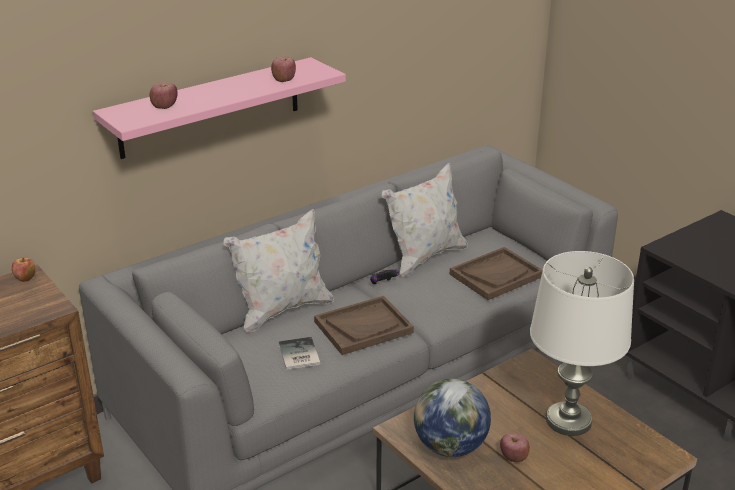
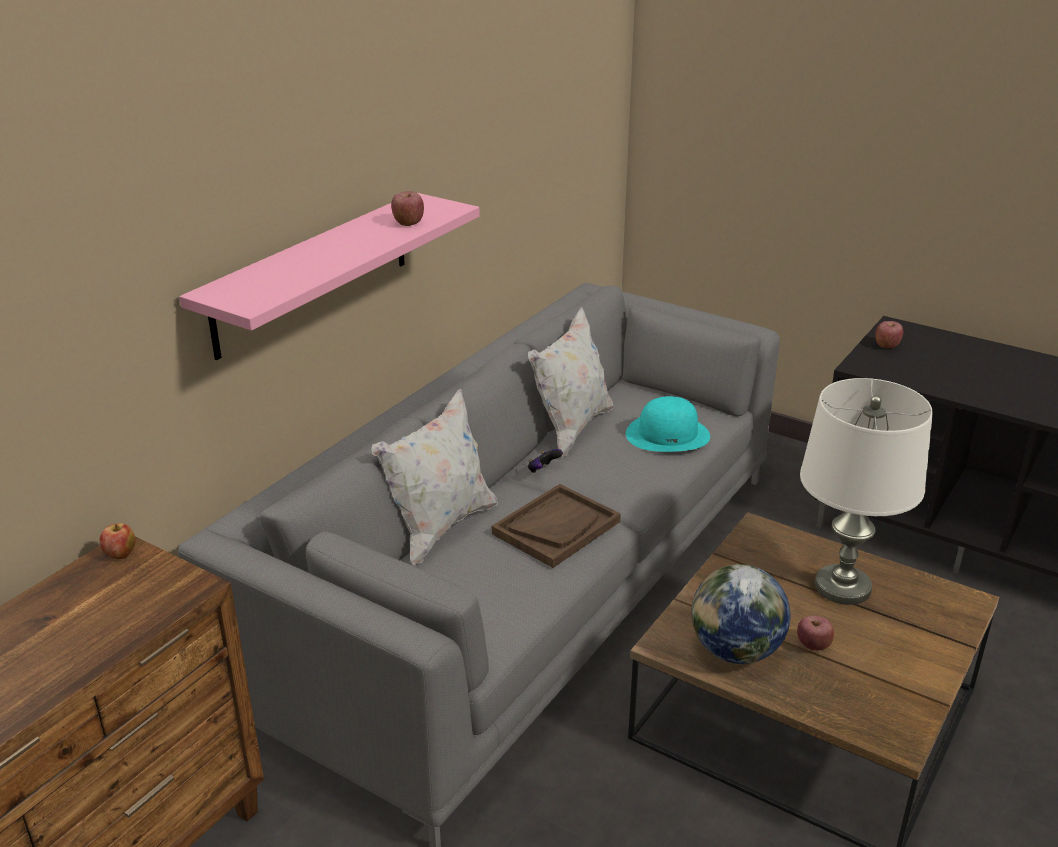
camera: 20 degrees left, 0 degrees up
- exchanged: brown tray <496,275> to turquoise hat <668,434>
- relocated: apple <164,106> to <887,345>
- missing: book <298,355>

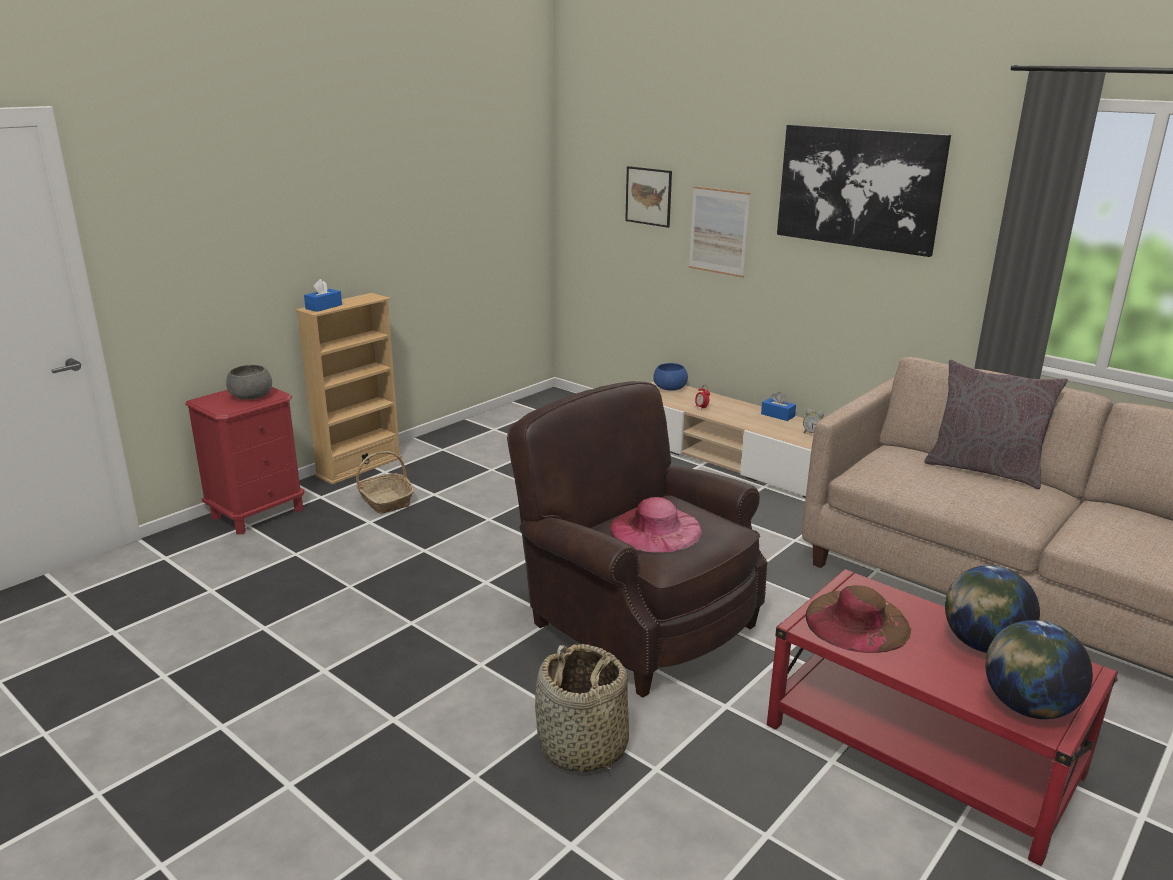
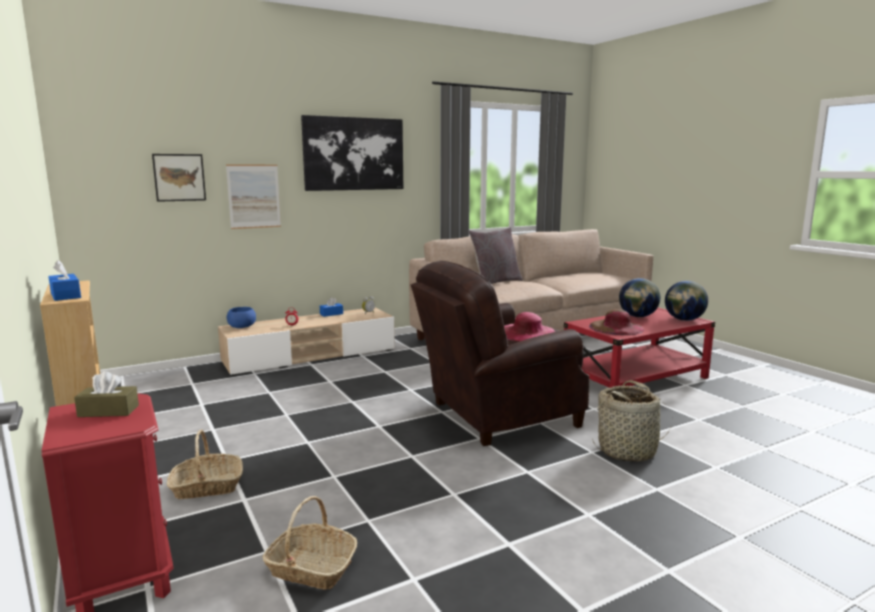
camera: 70 degrees left, 10 degrees down
- exchanged: grey bowl <250,396> to brown tissue box <108,411>
- appeared: basket <311,568>

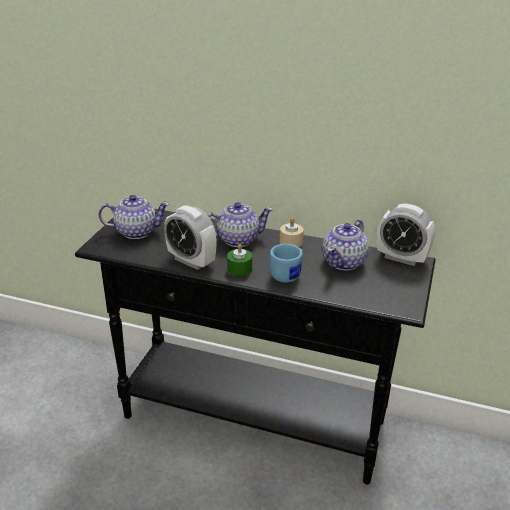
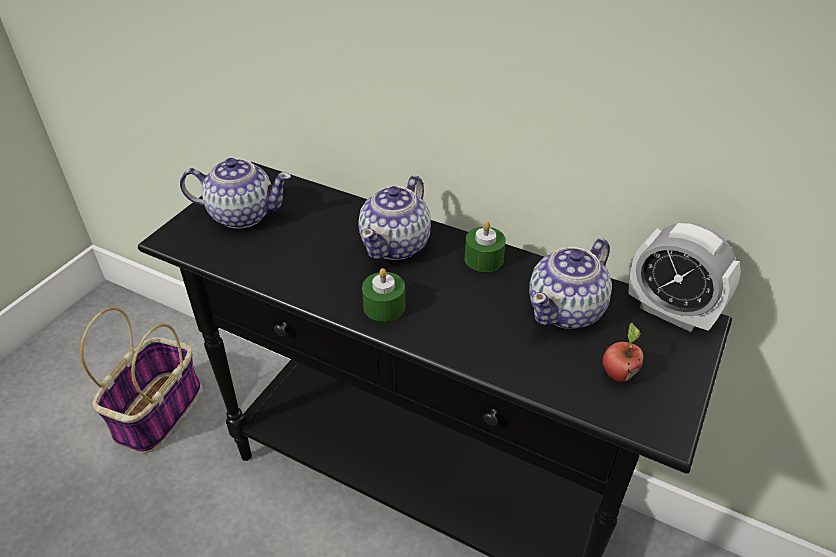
camera: 10 degrees right, 10 degrees up
- appeared: basket <158,411>
- spun: teapot <237,239> = <396,245> 120 degrees clockwise
- colour: beige candle <291,242> to green candle <484,259>
- appeared: apple <617,374>
- missing: alarm clock <191,261>
- missing: blue mug <288,274>

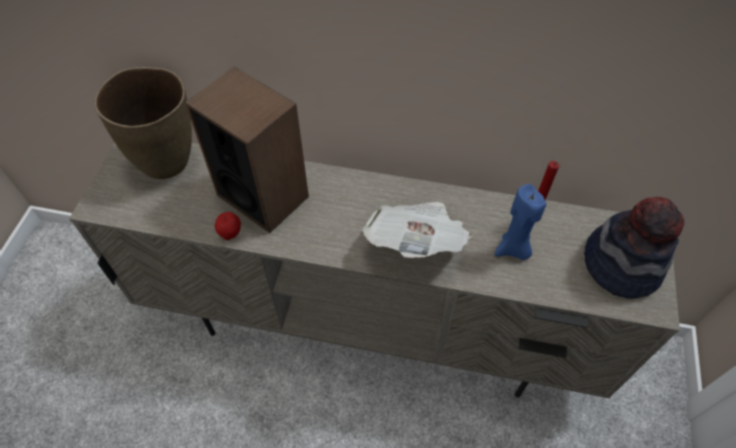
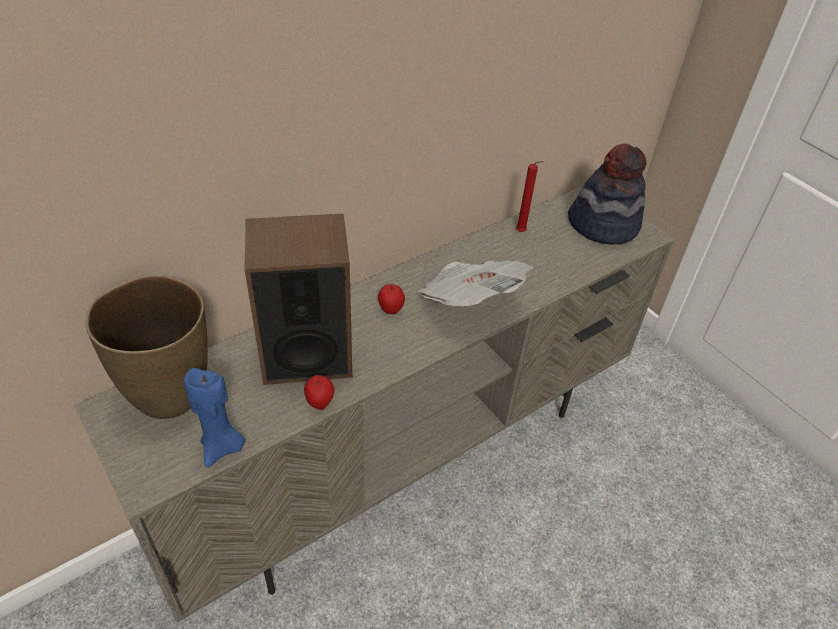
camera: 50 degrees left, 10 degrees down
- relocated: blue candle <513,249> to <222,447>
- appeared: apple <390,310>

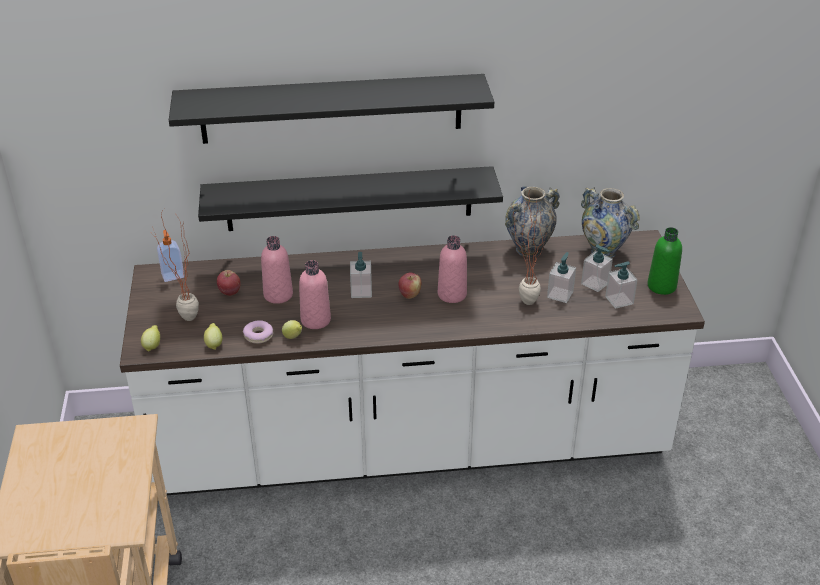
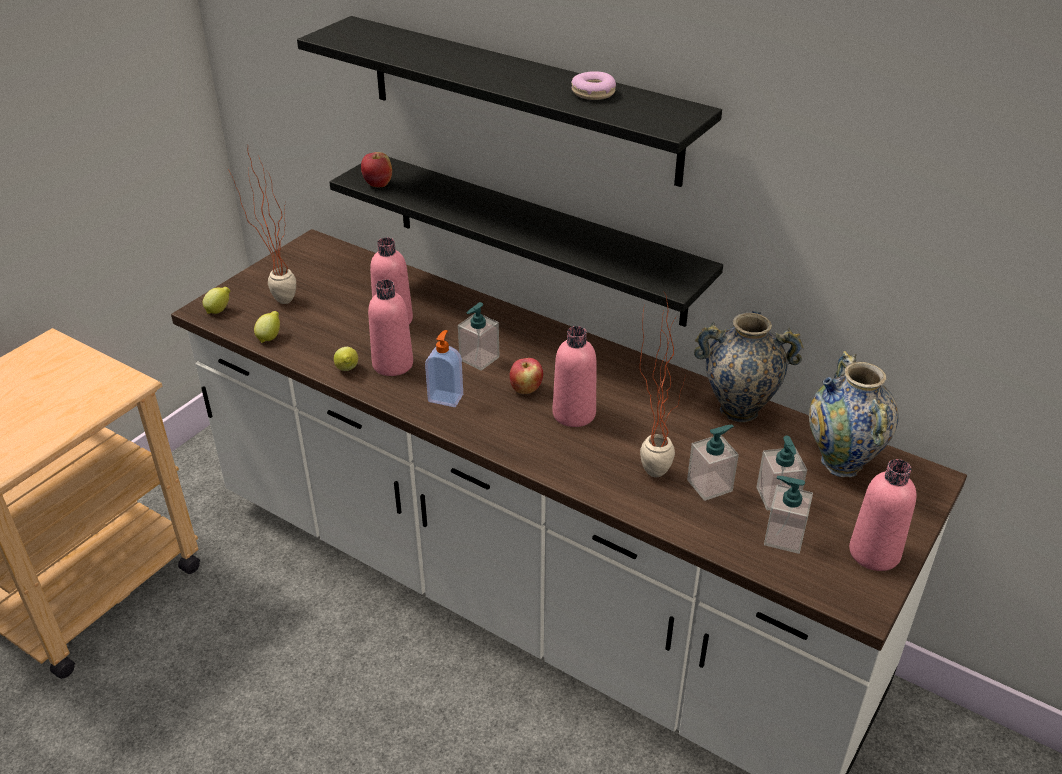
camera: 40 degrees right, 0 degrees up
- relocated: apple <229,292> to <378,184>
- relocated: soap dispenser <172,275> to <446,398>
- relocated: donut <258,336> to <593,93>
- colour: green bottle <661,286> to pink bottle <874,553>

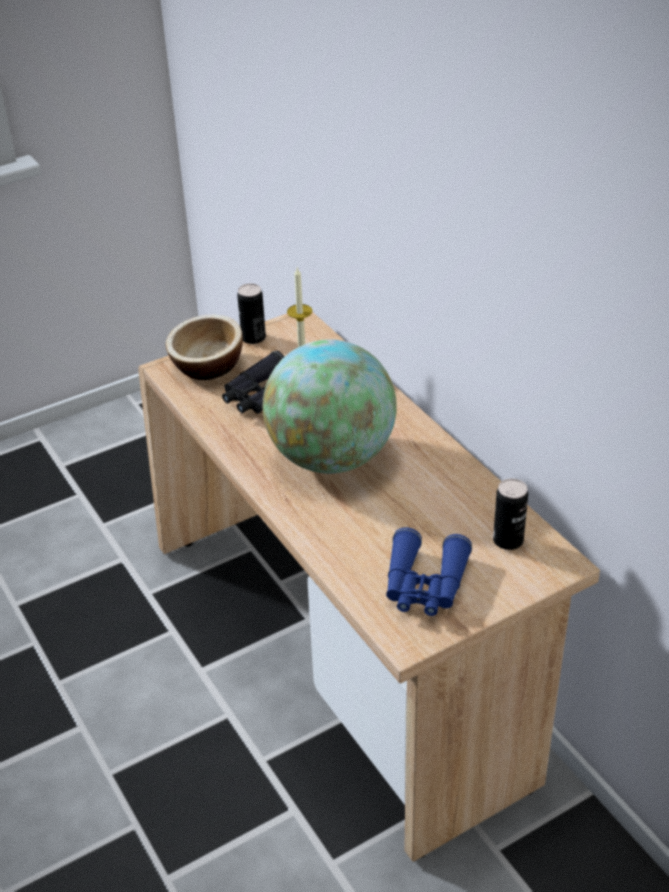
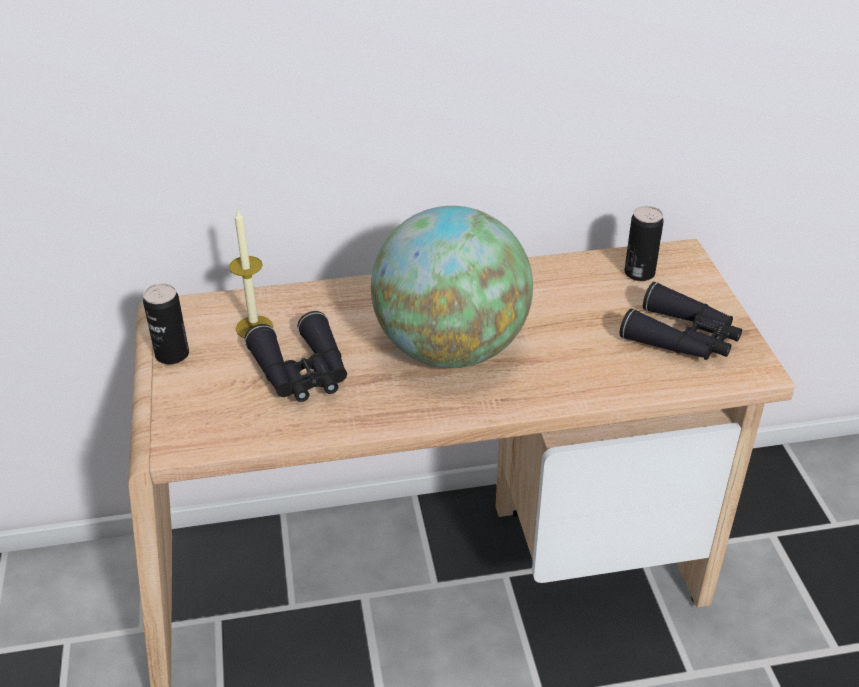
camera: 70 degrees left, 0 degrees up
- colour: blue binoculars <424,585> to black binoculars <682,338>
- missing: bowl <207,366>

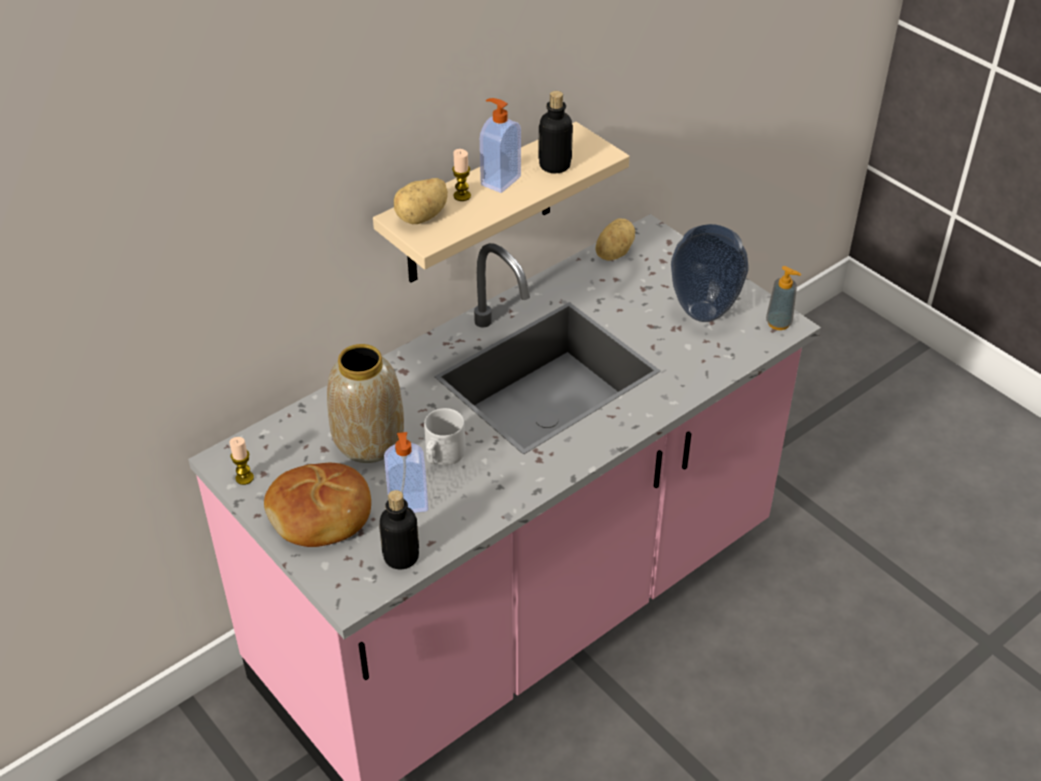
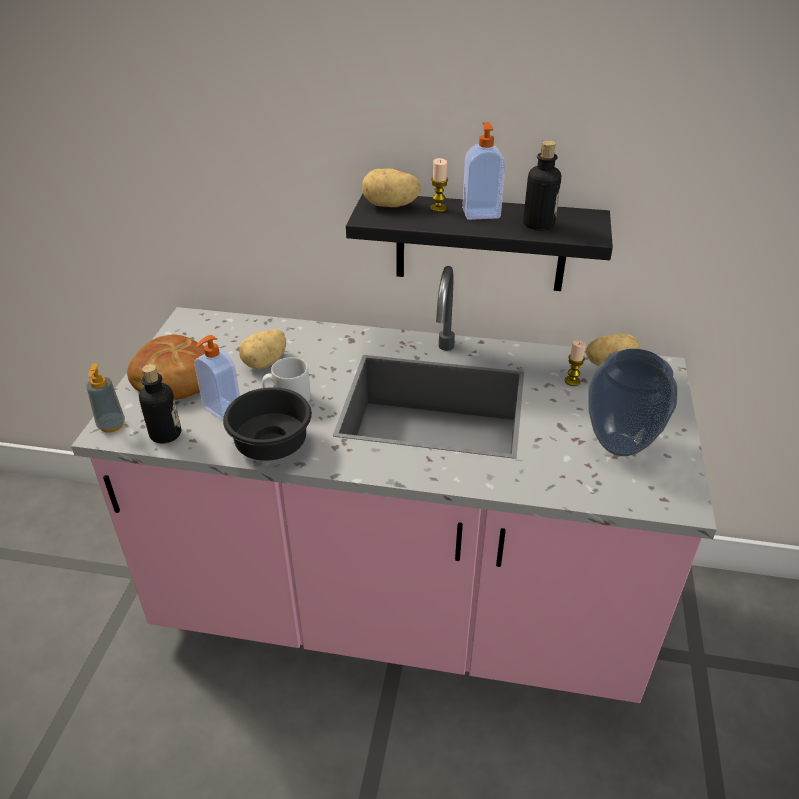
camera: 50 degrees right, 5 degrees down
- relocated: soap dispenser <778,323> to <111,425>
- appeared: black bowl <268,445>
- exchanged: vase <370,442> to potato <265,362>
- colour: beige shelf <479,206> to black shelf <480,242>
- relocated: candle <244,478> to <572,381>

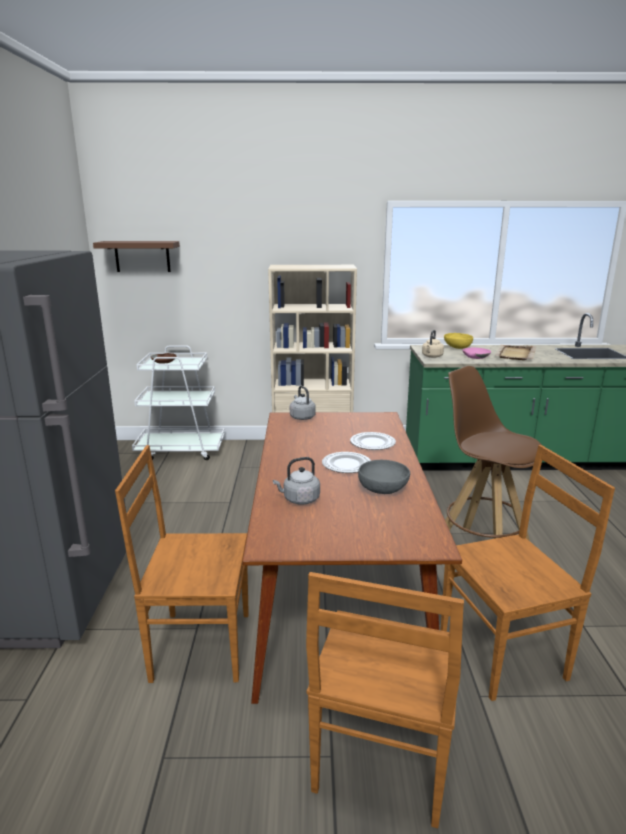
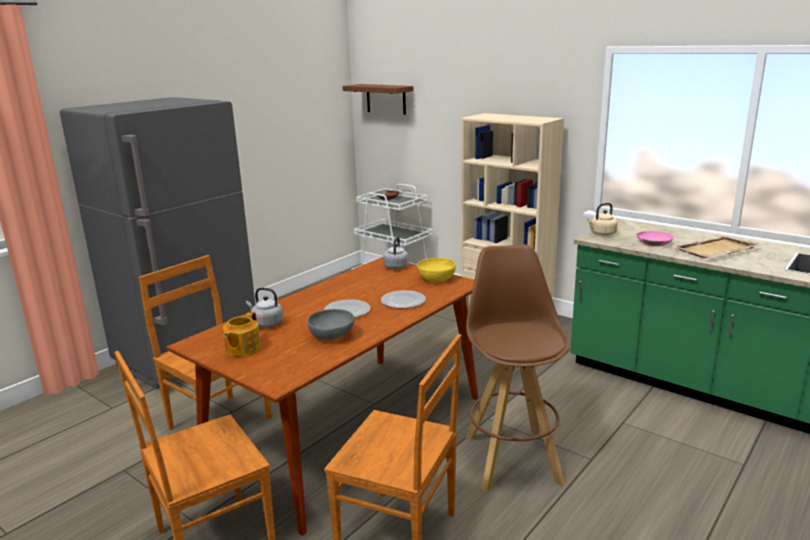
camera: 40 degrees right, 0 degrees up
- appeared: teapot <242,349>
- relocated: yellow bowl <457,347> to <436,279>

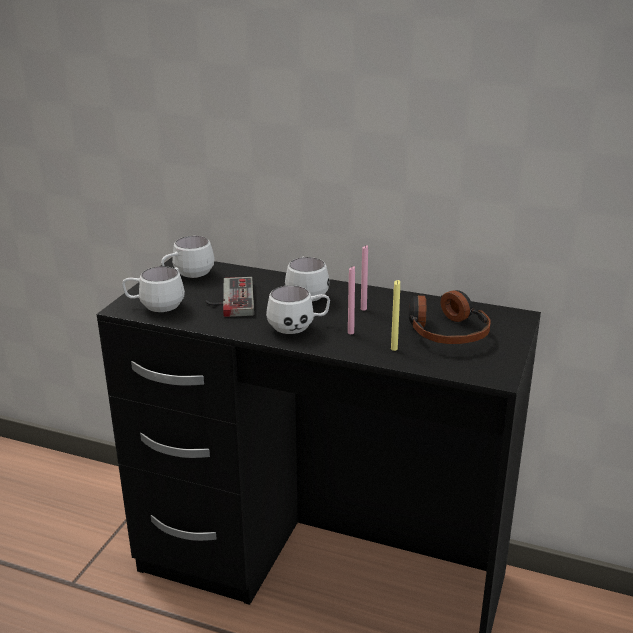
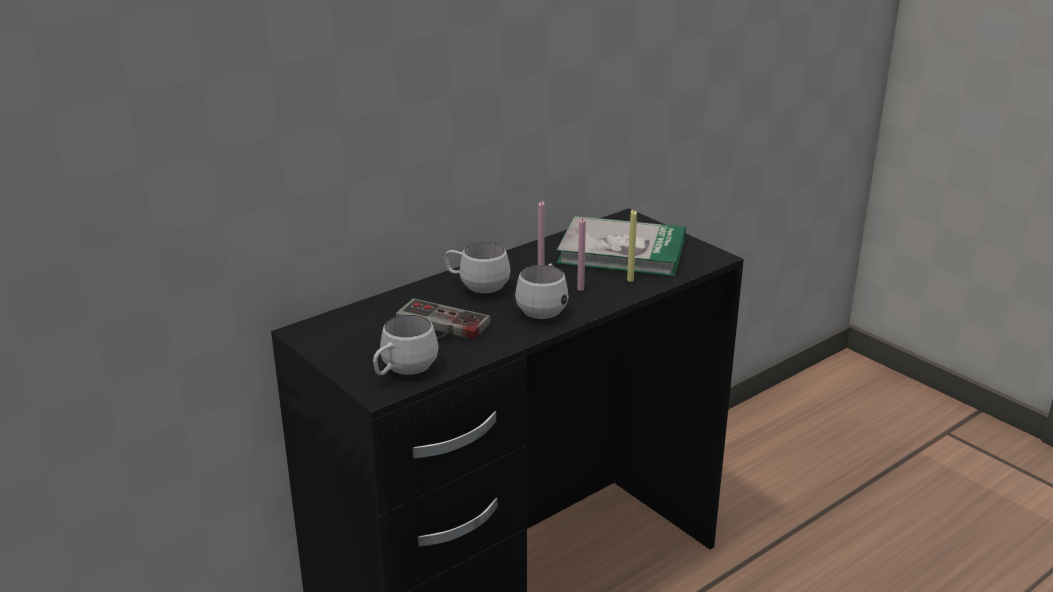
camera: 60 degrees left, 0 degrees up
- exchanged: headphones <445,331> to book <622,251>
- missing: white mug <188,276>

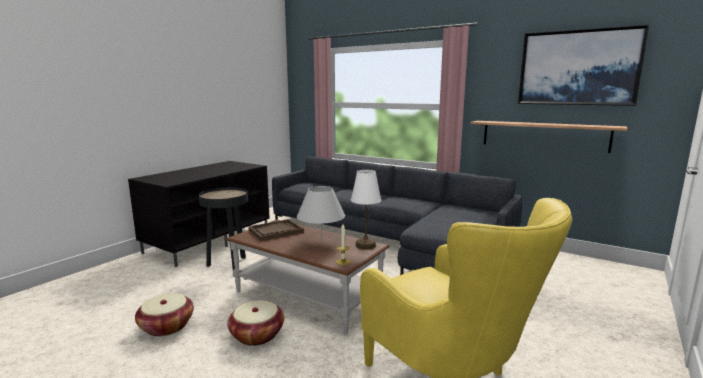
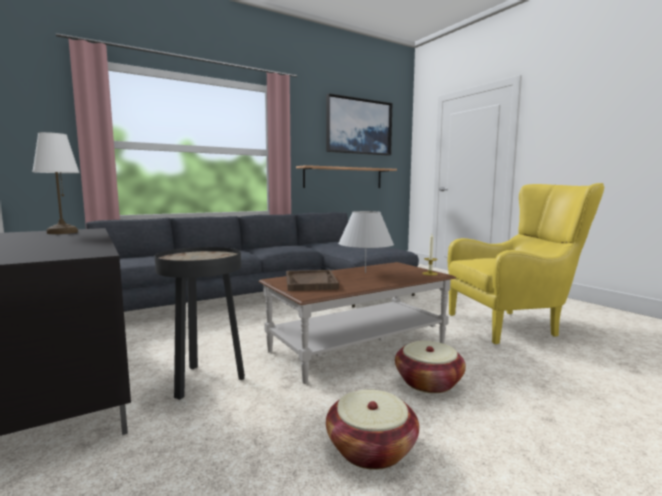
camera: 65 degrees left, 5 degrees down
- relocated: white table lamp <365,245> to <62,232>

